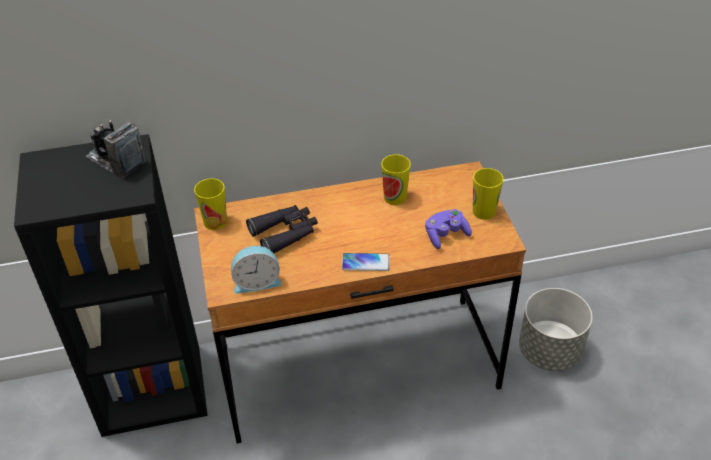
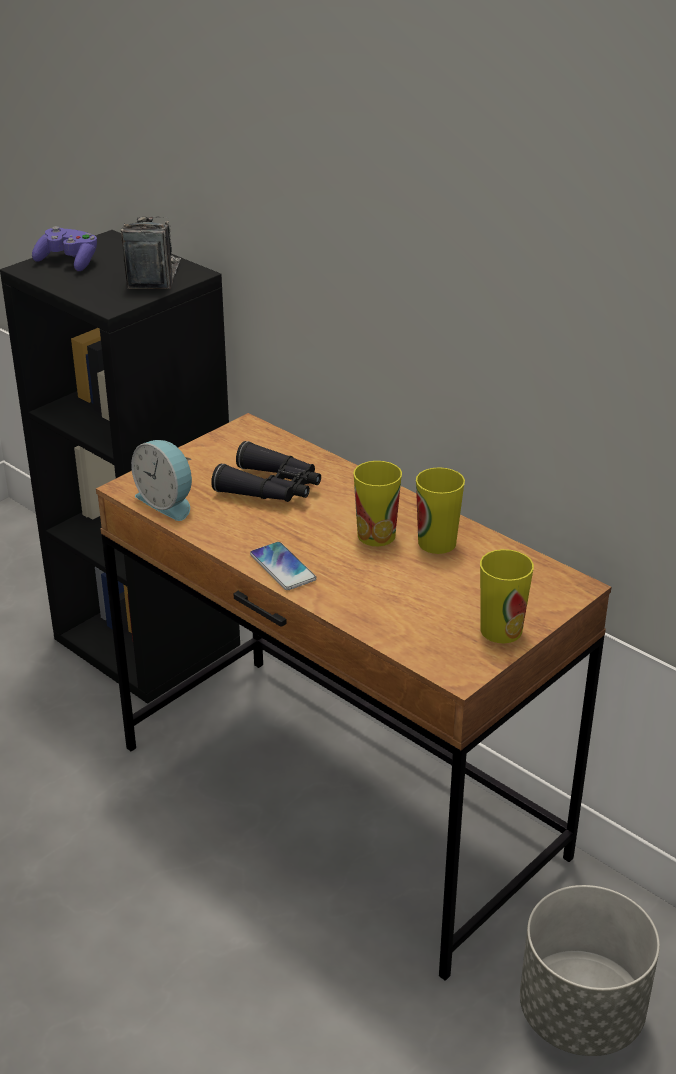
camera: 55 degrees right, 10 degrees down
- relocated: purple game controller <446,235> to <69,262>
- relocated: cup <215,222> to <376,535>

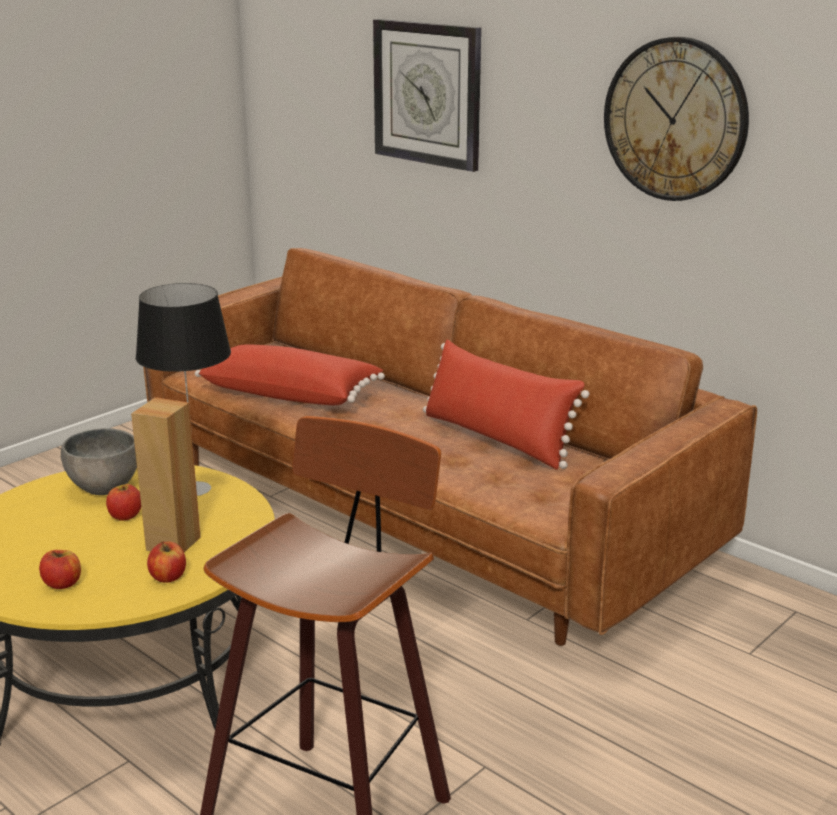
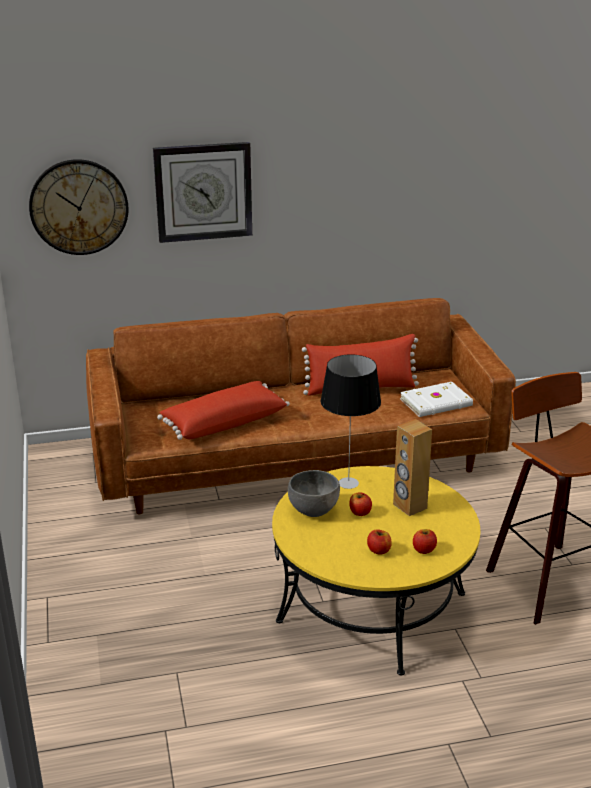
camera: 55 degrees left, 5 degrees up
- relocated: wall clock <675,119> to <79,207>
- relocated: apple <168,577> to <379,550>
- appeared: white book <437,403>

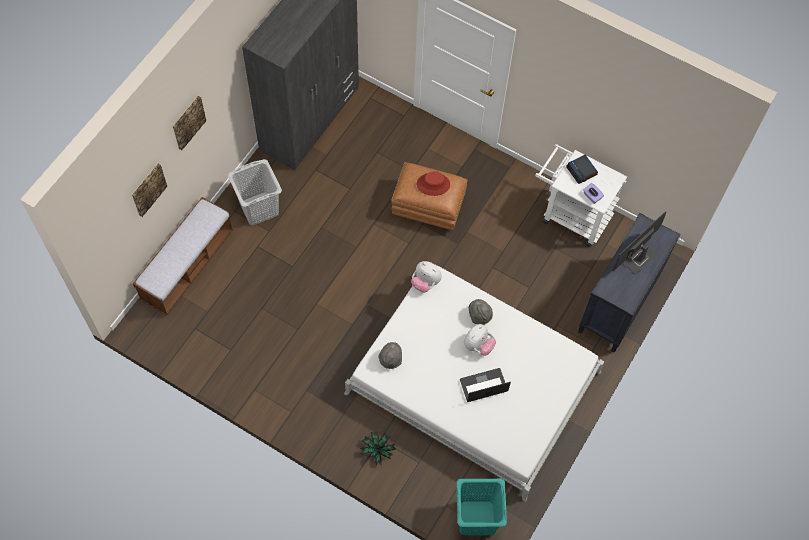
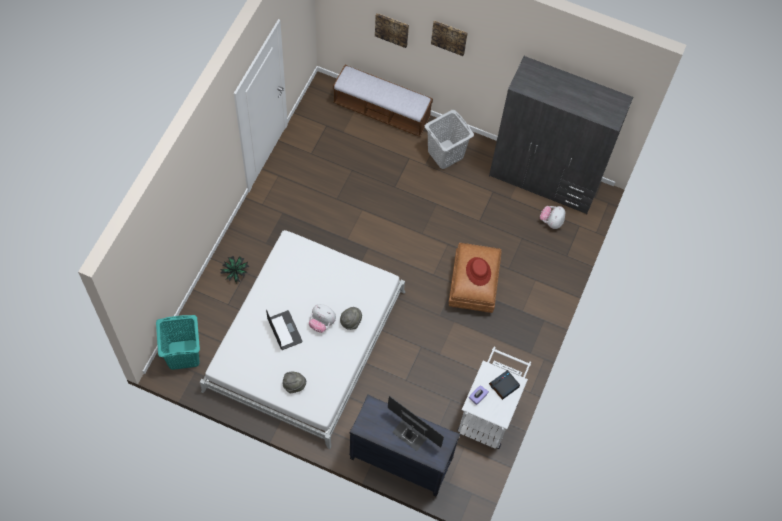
camera: 80 degrees right, 0 degrees up
- relocated: grey hat <390,359> to <294,385>
- relocated: plush toy <425,282> to <551,222>

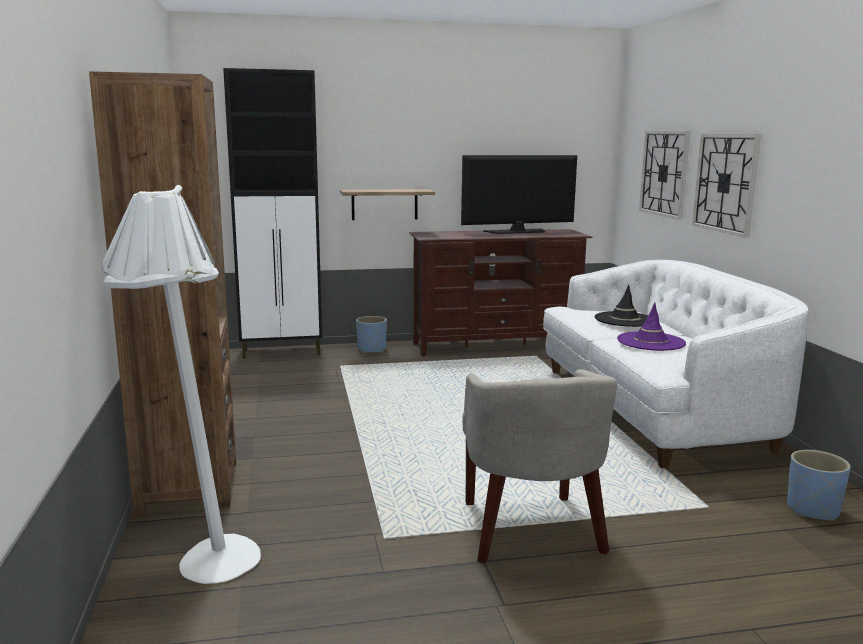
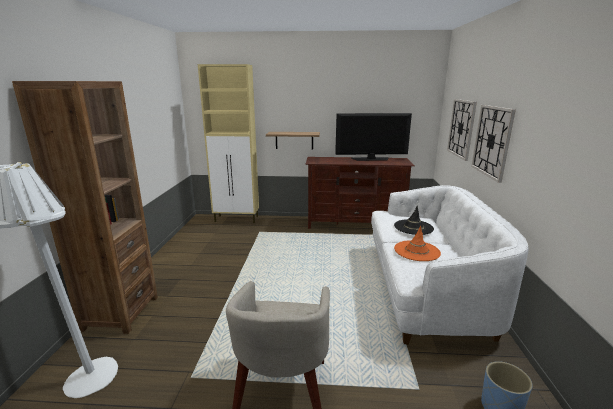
camera: 15 degrees right, 5 degrees up
- colour: black cabinet <283,352> to beige cabinet <237,219>
- colour: purple hat <650,342> to orange hat <416,251>
- missing: blue planter <372,349>

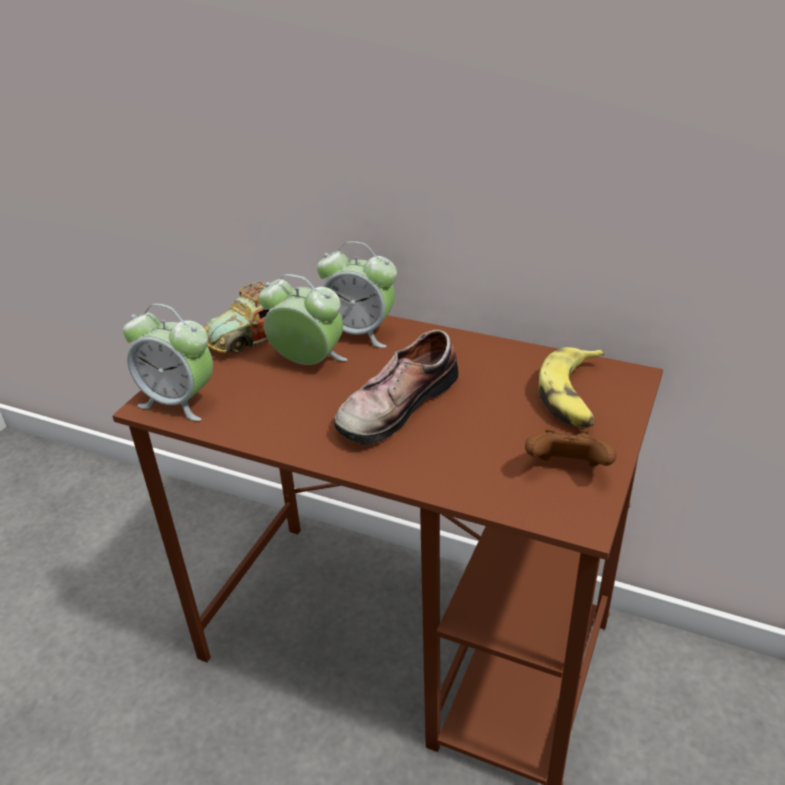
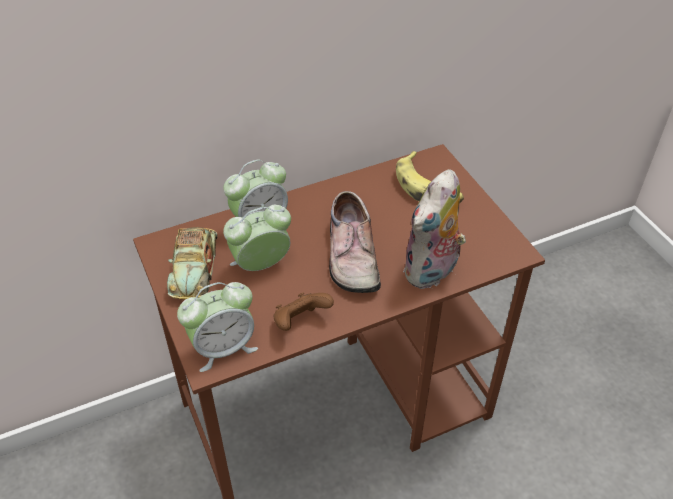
camera: 50 degrees left, 10 degrees up
- relocated: brown game controller <567,469> to <300,322>
- appeared: plush toy <432,272>

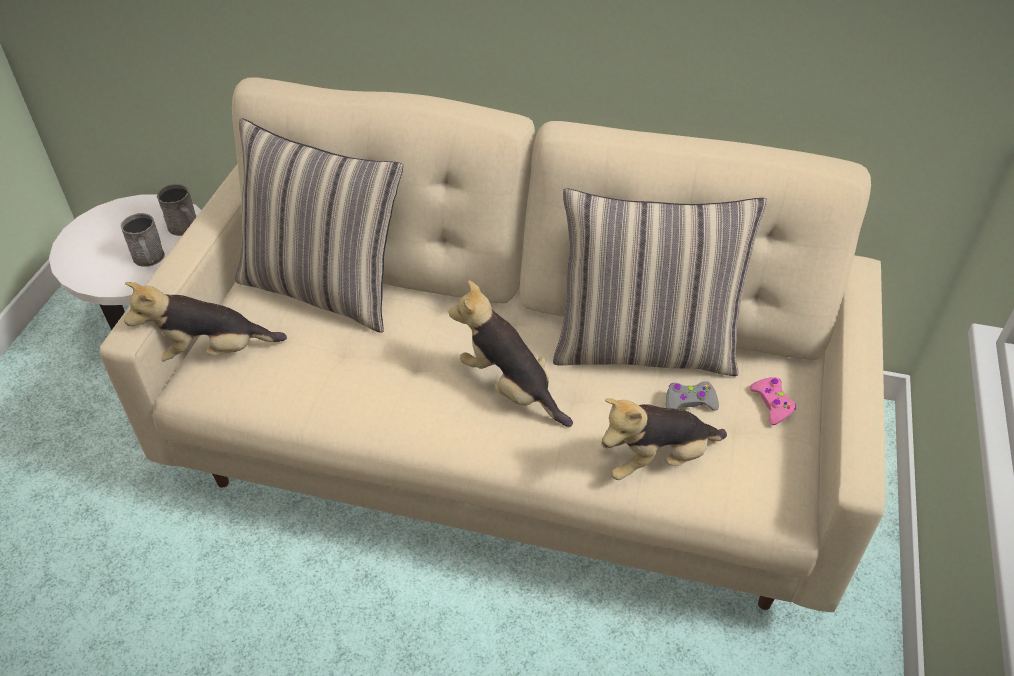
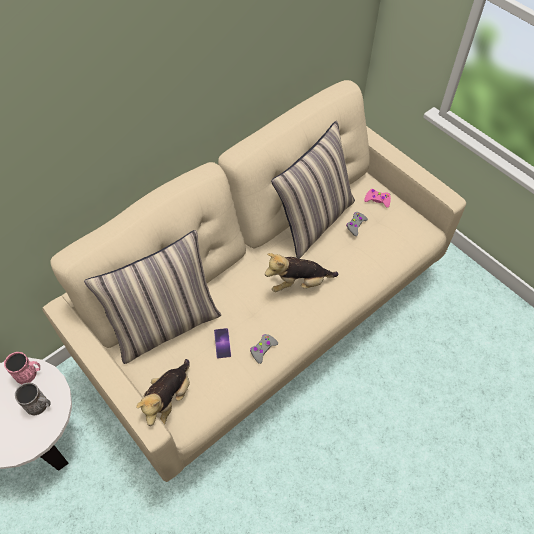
camera: 55 degrees left, 10 degrees up
- colour: grey mug <185,228> to pink mug <29,373>
- appeared: phone <222,343>
- appeared: grey game controller <263,349>
- missing: plush toy <656,459>

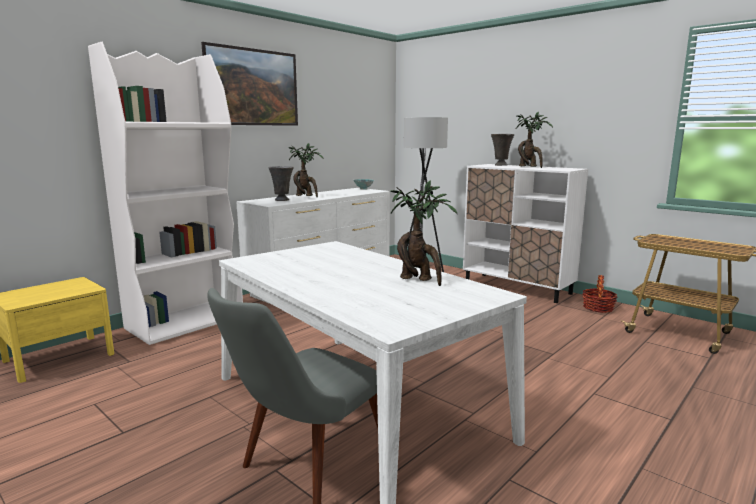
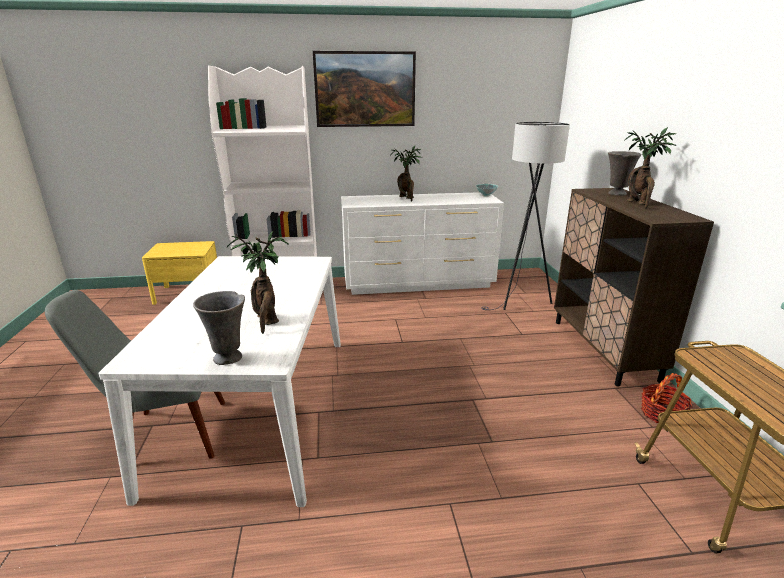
camera: 40 degrees right, 10 degrees up
- relocated: grey vase <282,200> to <229,358>
- colour: white cabinet <517,287> to brown cabinet <603,349>

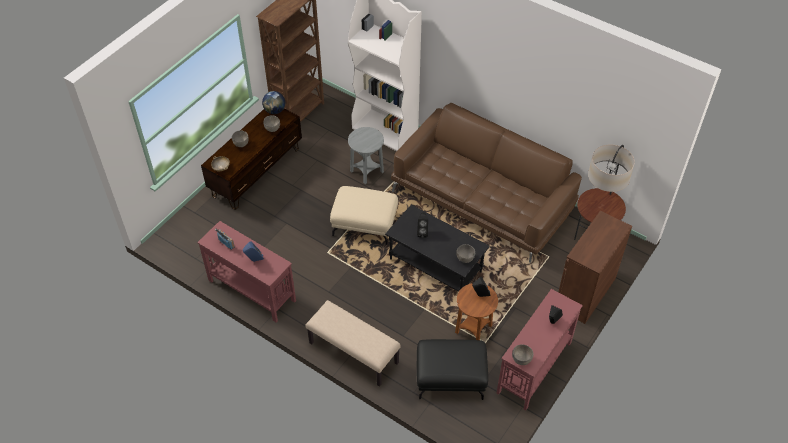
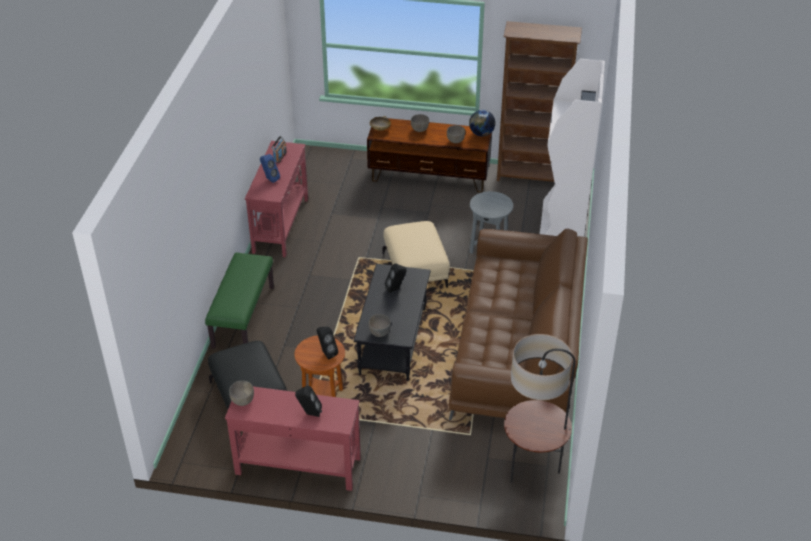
camera: 65 degrees right, 10 degrees down
- colour: beige bench <353,353> to green bench <243,316>
- missing: brown cabinet <585,292>

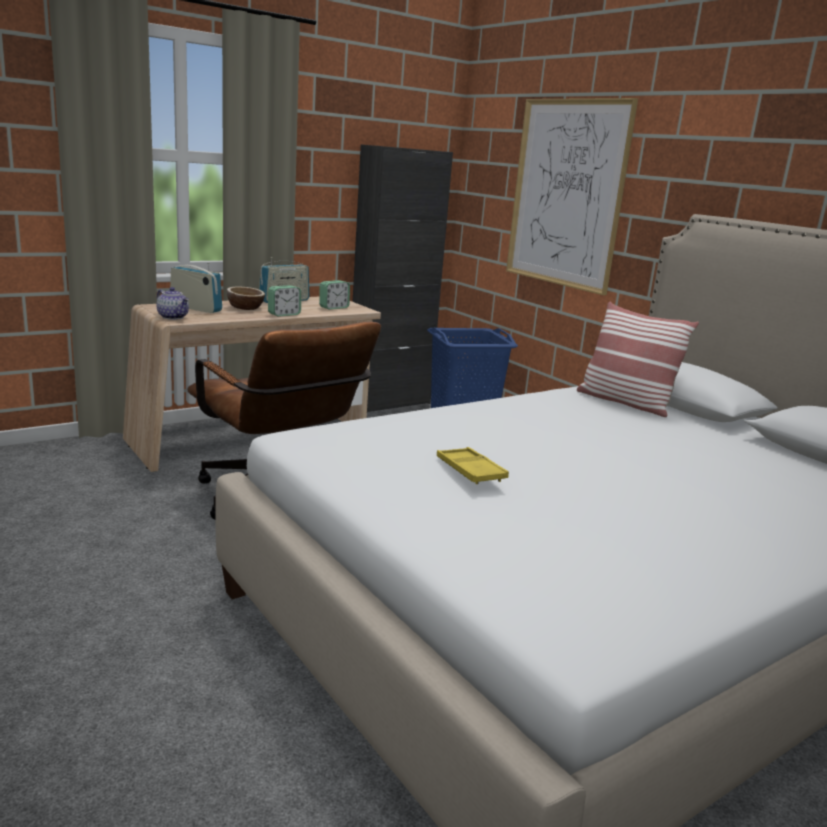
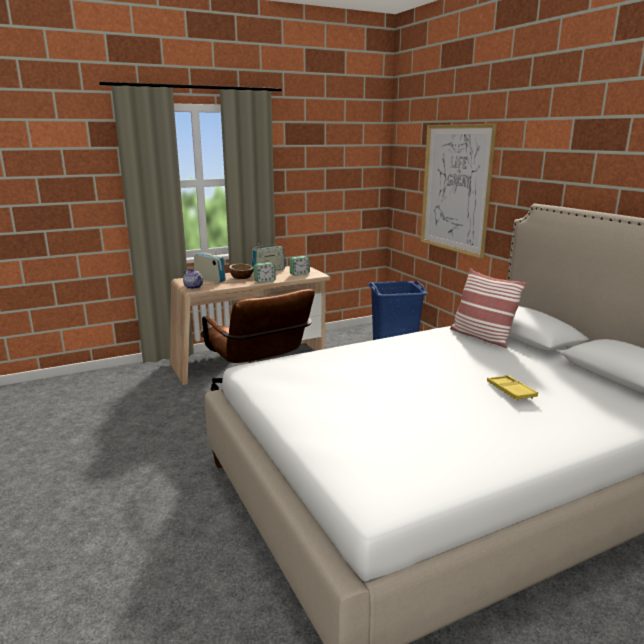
camera: 10 degrees right, 0 degrees up
- relocated: yellow tray <470,471> to <510,391>
- missing: black cabinet <389,403>

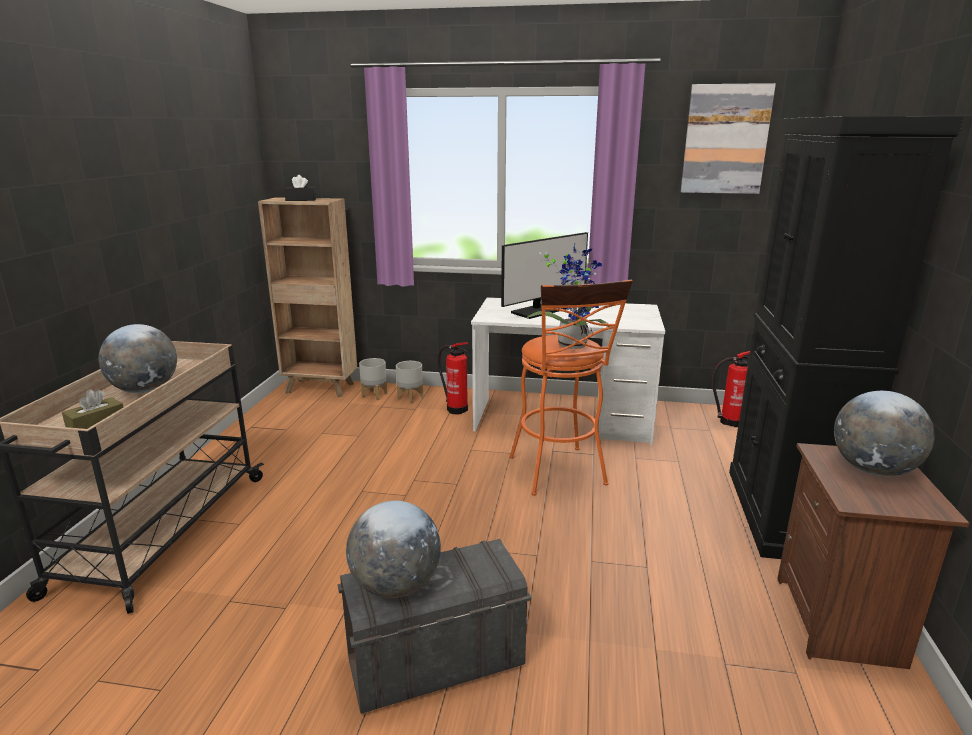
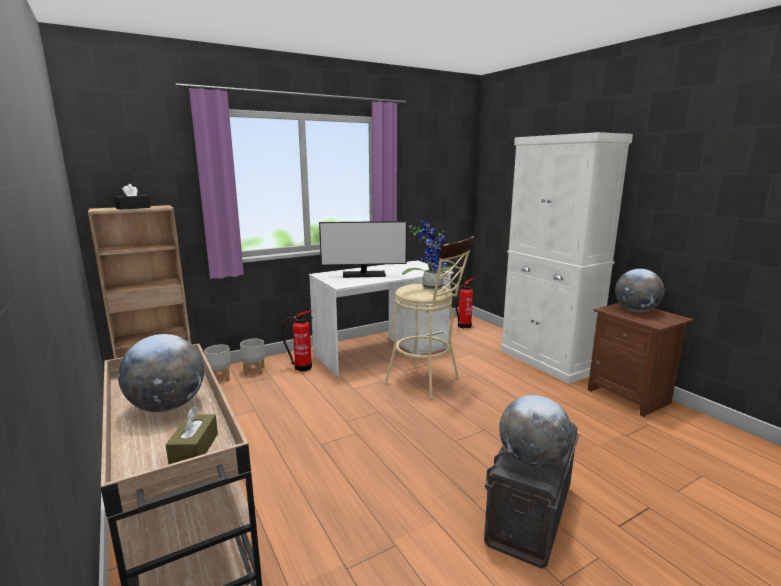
camera: 40 degrees left, 5 degrees down
- spun: monitor <540,310> = <364,274> 75 degrees clockwise
- colour: orange stool <560,475> to beige stool <427,382>
- colour: black cabinet <782,514> to white cabinet <547,361>
- missing: picture <725,139>

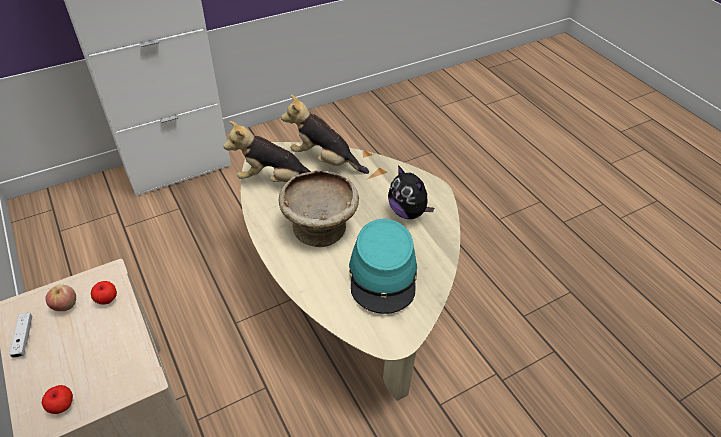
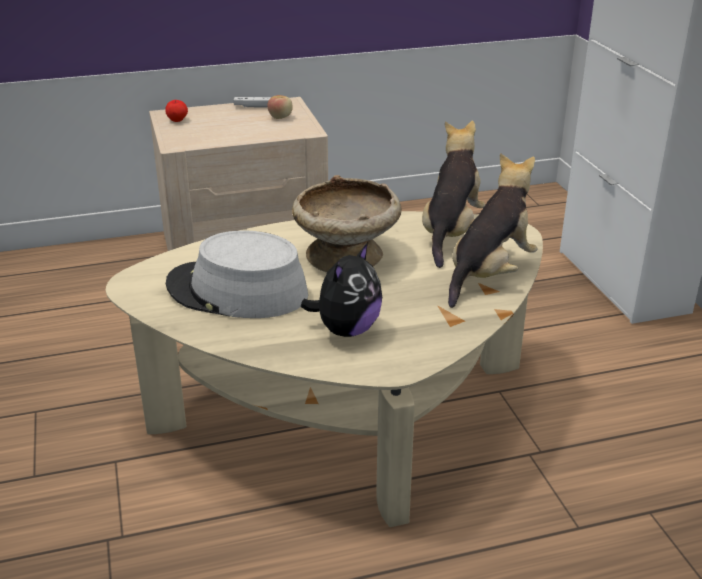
camera: 105 degrees right, 15 degrees down
- colour: turquoise hat <383,274> to grey hat <237,291>
- spun: plush toy <408,212> = <346,330> 150 degrees clockwise
- missing: apple <107,299>

